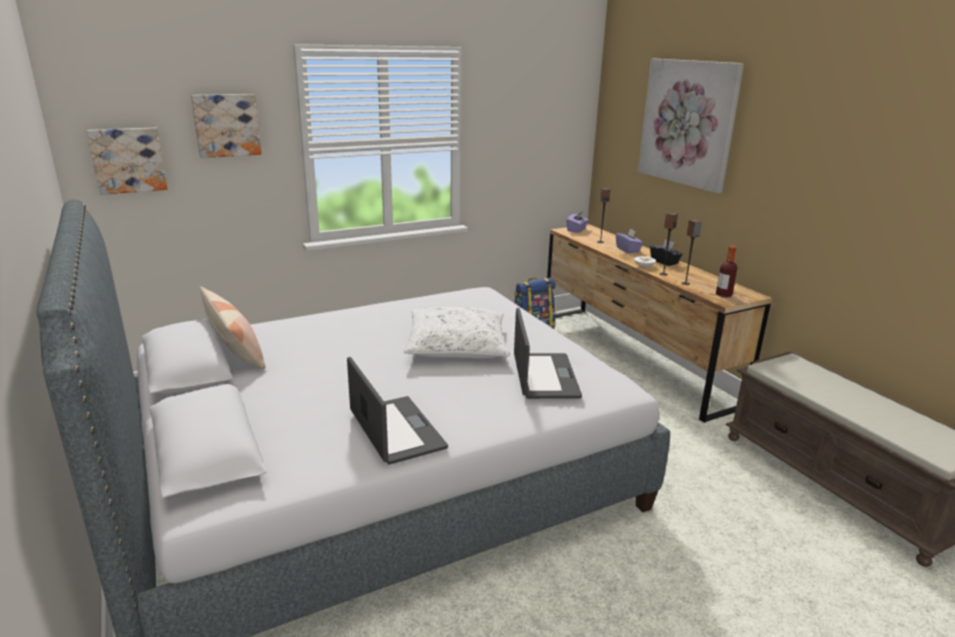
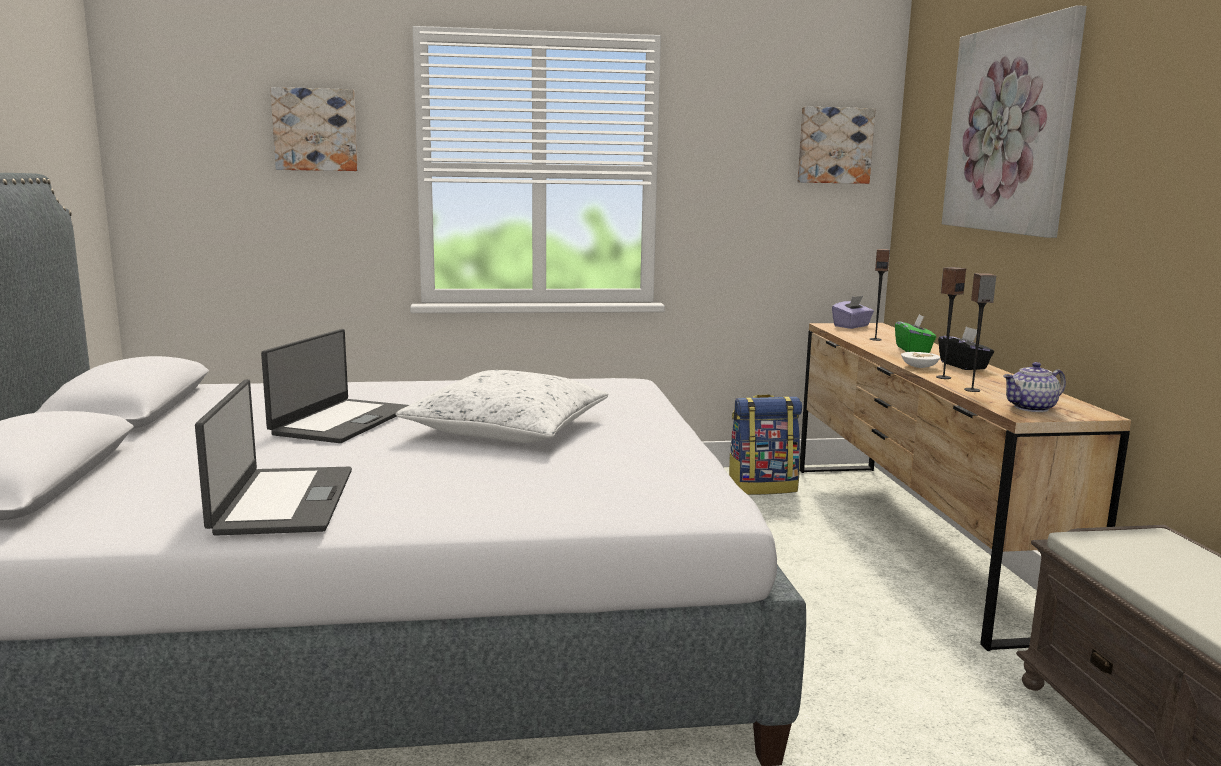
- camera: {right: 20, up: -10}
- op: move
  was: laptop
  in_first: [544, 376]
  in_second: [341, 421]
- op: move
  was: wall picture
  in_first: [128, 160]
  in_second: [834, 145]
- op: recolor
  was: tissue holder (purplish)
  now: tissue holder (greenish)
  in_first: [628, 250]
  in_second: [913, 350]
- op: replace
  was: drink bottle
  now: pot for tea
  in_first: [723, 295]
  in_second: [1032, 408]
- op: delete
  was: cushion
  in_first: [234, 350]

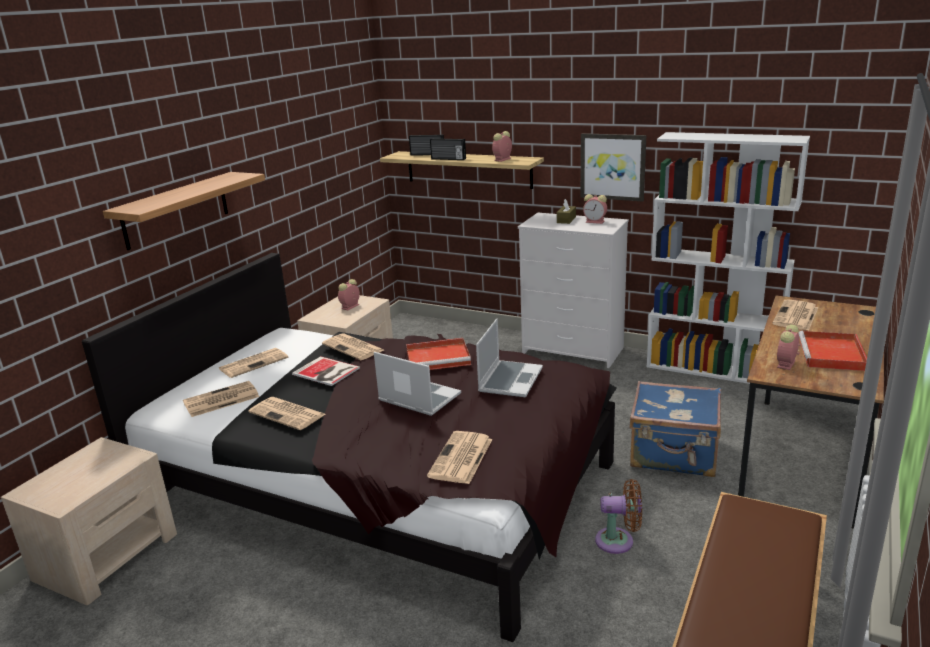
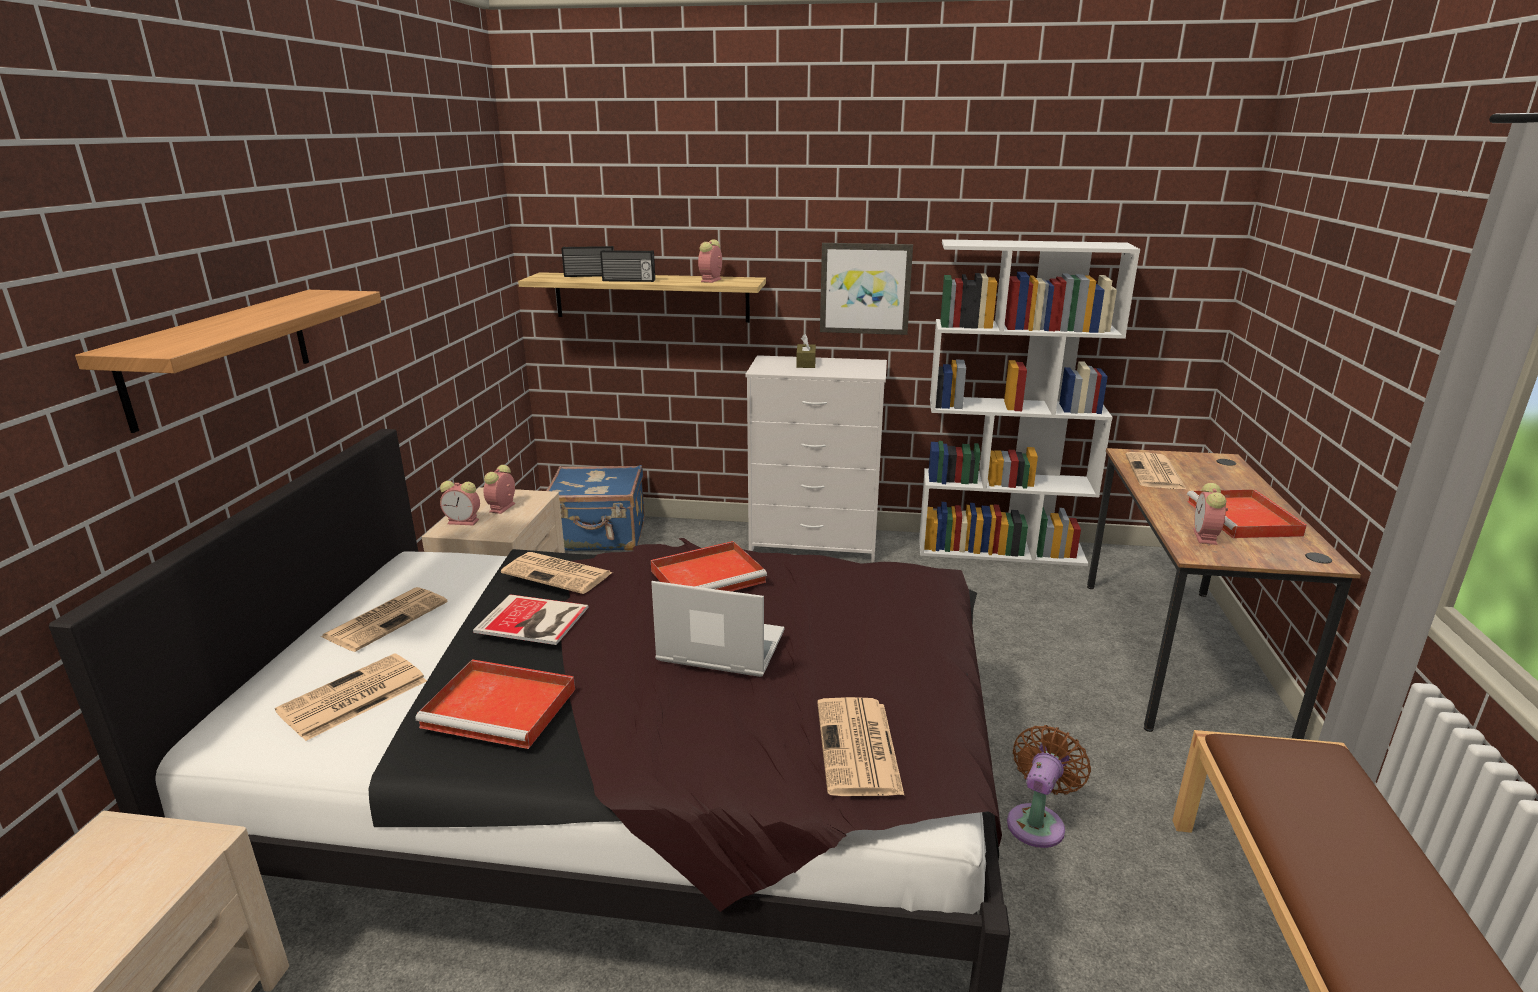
- camera: {right: -20, up: 0}
- op: replace
  was: daily paper
  now: carrying tray (red-coloured)
  in_first: [288, 414]
  in_second: [502, 708]
- op: move
  was: table clock
  in_first: [595, 221]
  in_second: [464, 521]
- op: move
  was: travel case (bluish)
  in_first: [674, 454]
  in_second: [600, 537]
- op: rotate
  was: cooling fan (brownish)
  in_first: [618, 541]
  in_second: [1037, 822]
  clockwise: -45
- op: delete
  was: laptop
  in_first: [510, 380]

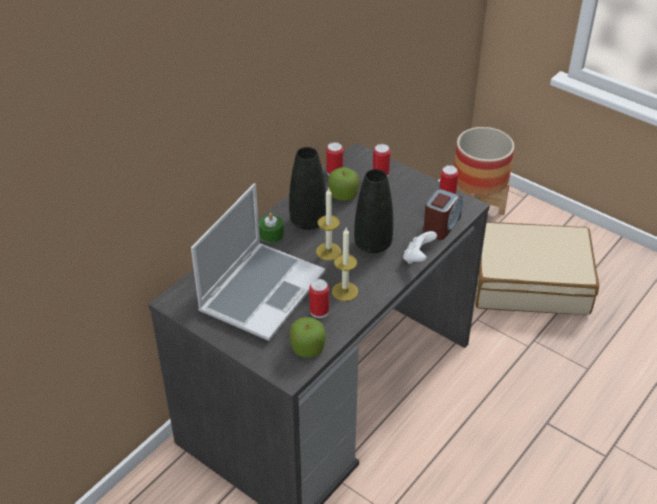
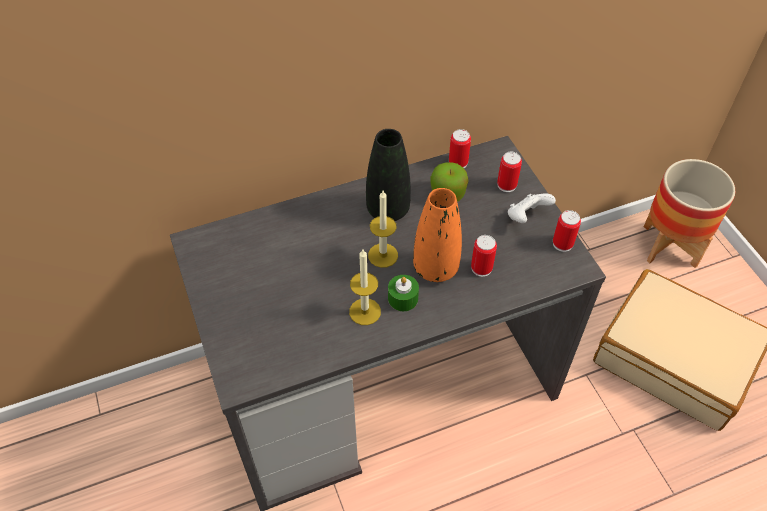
- camera: {right: 30, up: 10}
- op: move
  was: wax light (greenish)
  in_first: [271, 234]
  in_second: [403, 298]
- op: recolor
  was: decorative vase (black)
  now: decorative vase (orange-coloured)
  in_first: [373, 244]
  in_second: [435, 268]
- op: move
  was: sealed can
  in_first: [319, 311]
  in_second: [481, 268]
- op: move
  was: gamepad (white-coloured)
  in_first: [418, 257]
  in_second: [526, 217]
- op: delete
  was: laptop
  in_first: [262, 291]
- op: delete
  was: apple fruit
  in_first: [308, 347]
- op: delete
  was: table clock
  in_first: [441, 225]

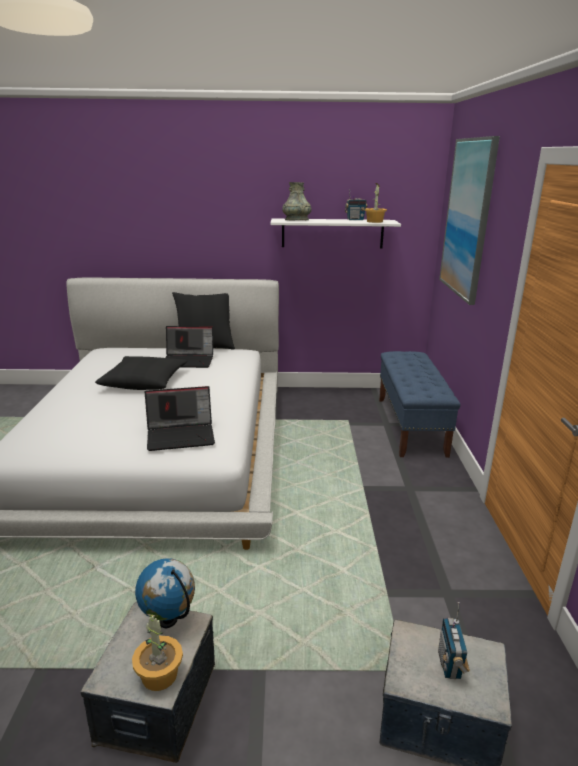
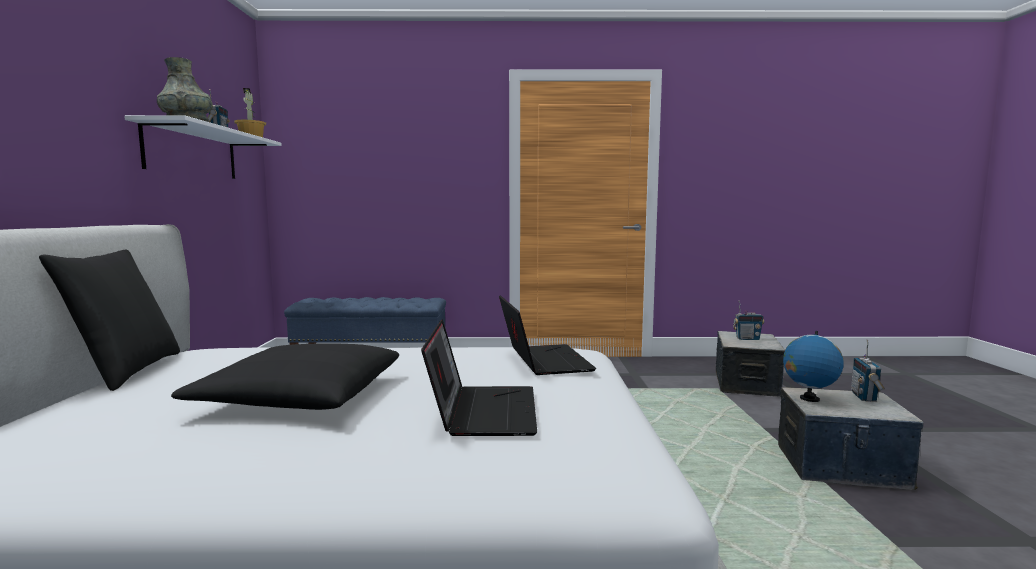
- camera: {right: -90, up: -15}
- op: move
  was: laptop
  in_first: [189, 361]
  in_second: [482, 411]
- op: replace
  was: houseplant
  now: radio
  in_first: [159, 675]
  in_second: [864, 397]
- op: delete
  was: wall picture
  in_first: [467, 218]

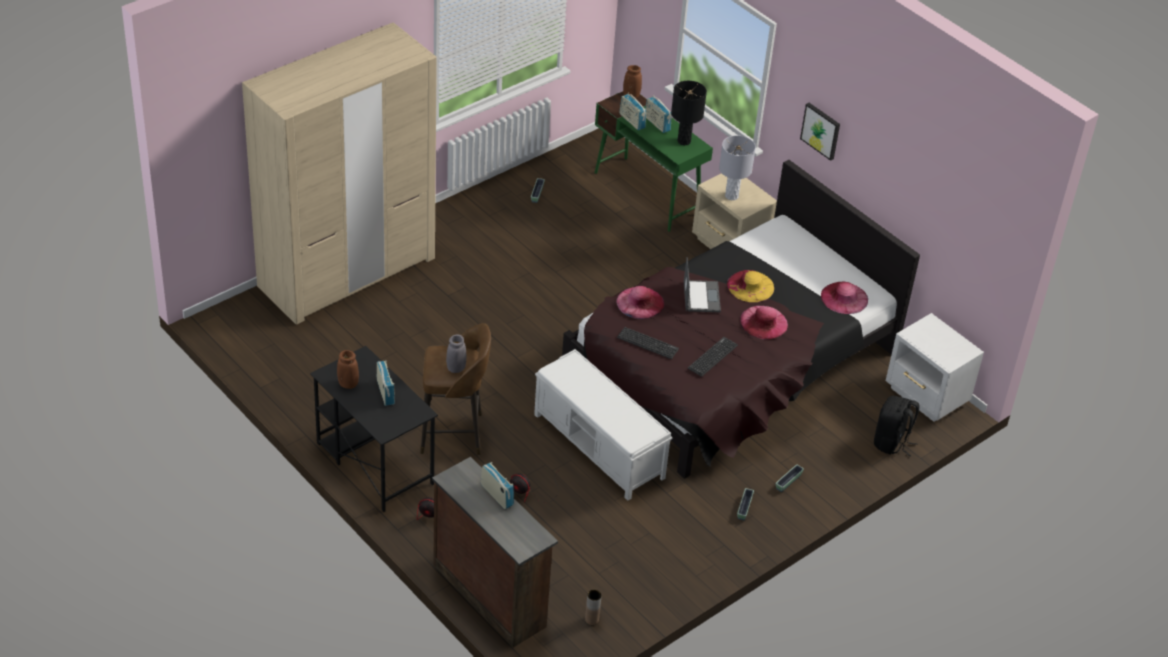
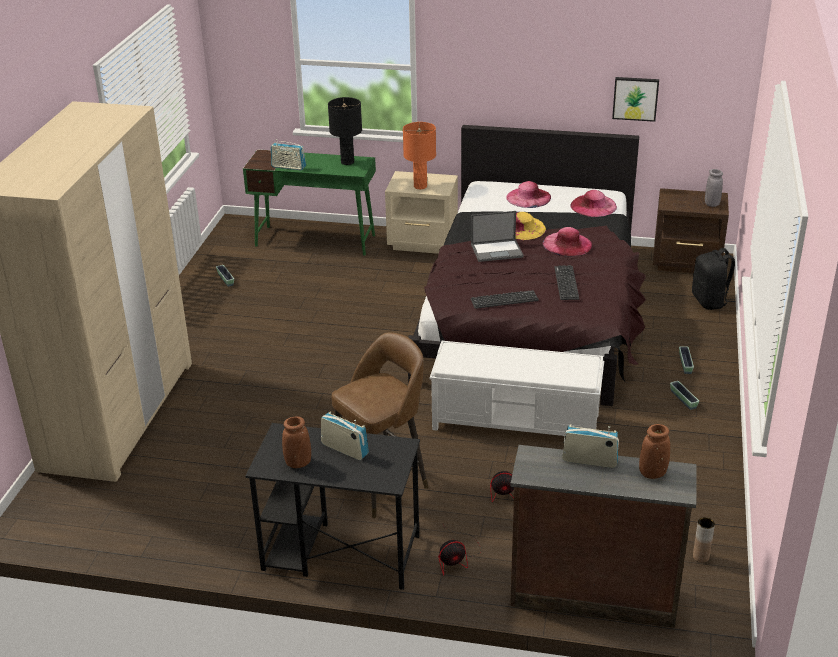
- camera: {right: -35, up: -10}
- op: recolor
  was: table lamp (grey)
  now: table lamp (orange-coloured)
  in_first: [731, 196]
  in_second: [420, 186]
- op: rotate
  was: laptop
  in_first: [701, 296]
  in_second: [497, 250]
  clockwise: 120
- op: move
  was: clothing hat (pinkish)
  in_first: [640, 302]
  in_second: [528, 197]
- op: move
  was: wall picture
  in_first: [821, 130]
  in_second: [635, 98]
- op: move
  was: decorative vase (brownish)
  in_first: [631, 95]
  in_second: [652, 473]
- op: recolor
  was: night table (white-coloured)
  now: night table (brownish)
  in_first: [926, 396]
  in_second: [687, 263]
- op: move
  was: decorative vase (grey)
  in_first: [456, 368]
  in_second: [712, 204]
- op: delete
  was: radio
  in_first: [657, 124]

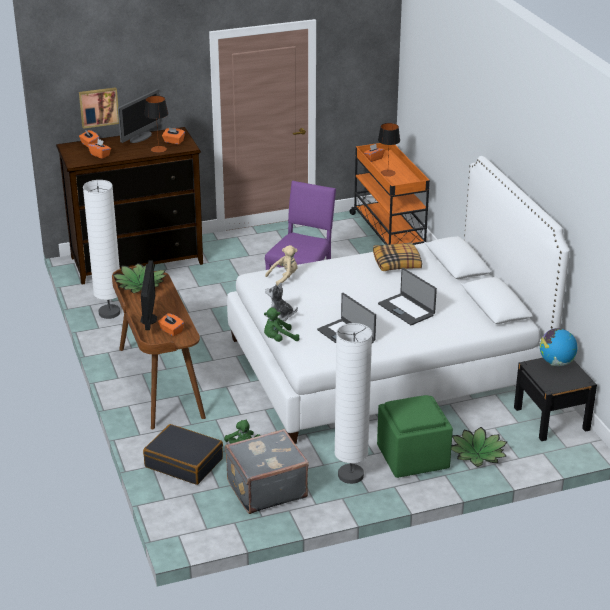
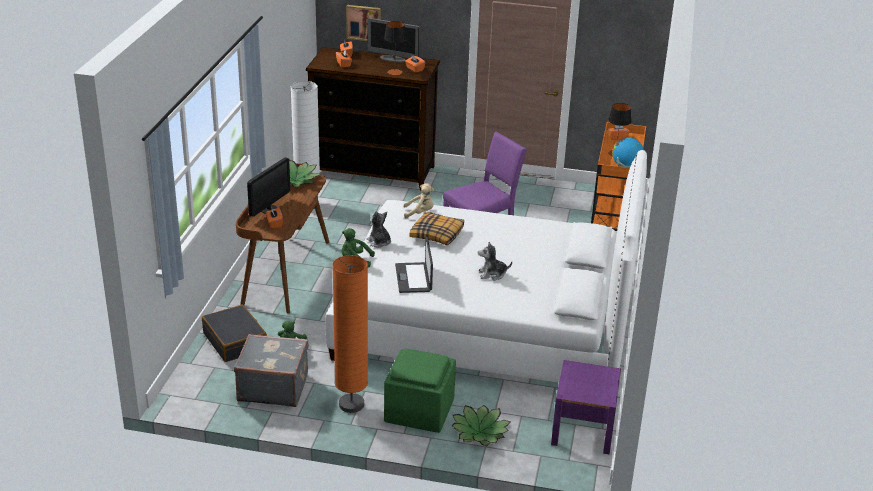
- camera: {right: 30, up: 0}
- op: recolor
  was: standing lamp (white-coloured)
  now: standing lamp (orange-coloured)
  in_first: [350, 475]
  in_second: [351, 404]
- op: rotate
  was: monitor
  in_first: [141, 137]
  in_second: [393, 59]
  clockwise: 45
- op: move
  was: cushion
  in_first: [397, 263]
  in_second: [437, 234]
- op: replace
  was: laptop
  now: cuddly toy
  in_first: [406, 309]
  in_second: [492, 274]
- op: recolor
  was: night table (black)
  now: night table (purplish)
  in_first: [551, 419]
  in_second: [583, 429]
- op: move
  was: world globe
  in_first: [556, 363]
  in_second: [626, 167]

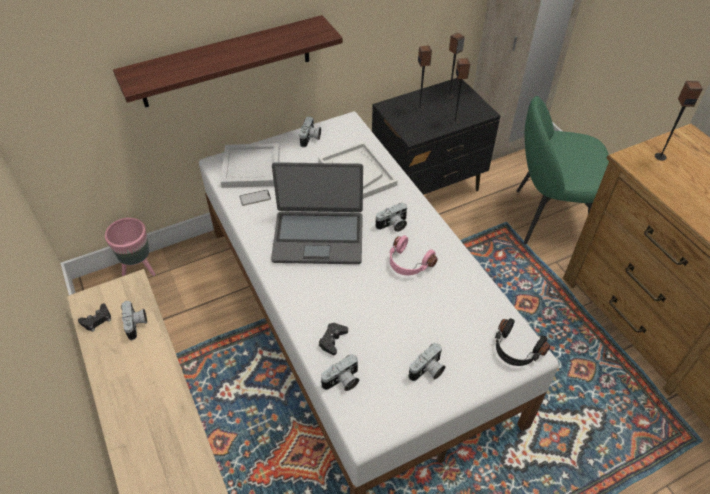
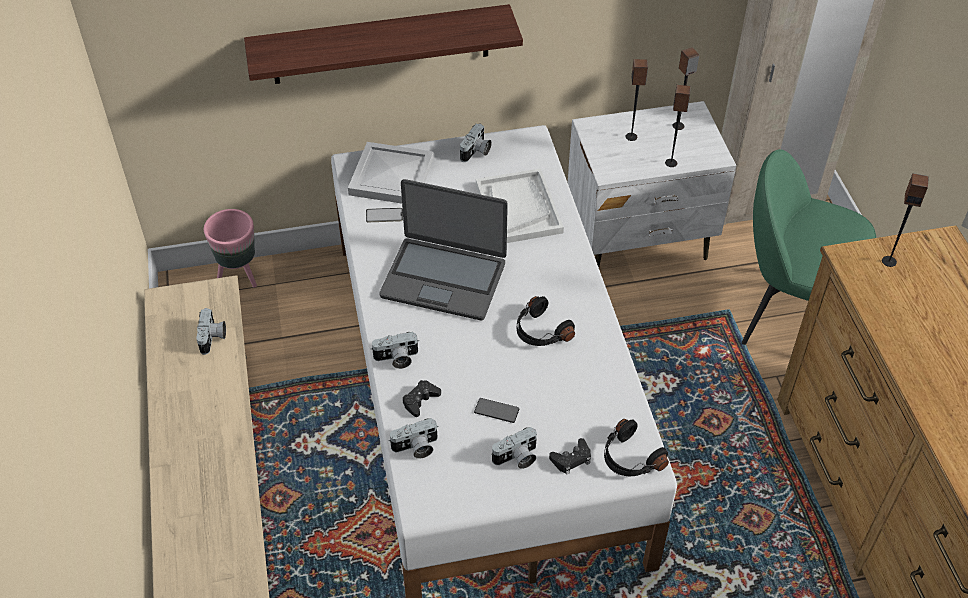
- camera: {right: 15, up: 0}
- op: move
  was: photo camera
  in_first: [393, 225]
  in_second: [396, 359]
- op: insert
  now: phone
  in_second: [496, 411]
- op: recolor
  was: headset (pinkish)
  now: headset (black)
  in_first: [408, 263]
  in_second: [540, 332]
- op: move
  was: gamepad (black)
  in_first: [97, 320]
  in_second: [571, 459]
- op: recolor
  was: night table (black)
  now: night table (white-coloured)
  in_first: [428, 185]
  in_second: [640, 239]

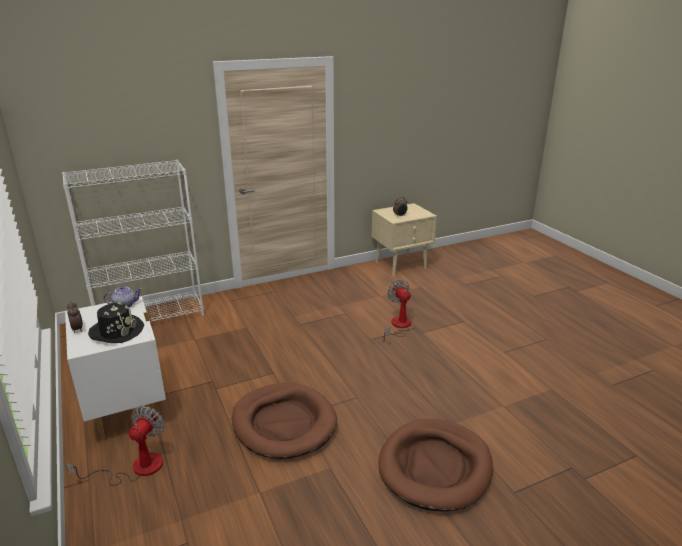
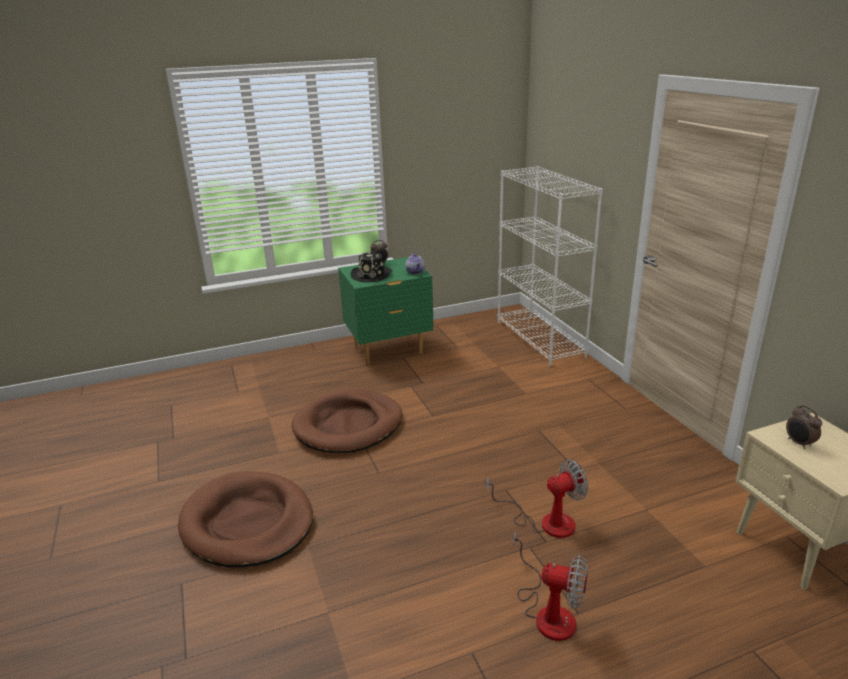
- camera: {right: 95, up: 0}
- op: recolor
  was: night table (white-coloured)
  now: night table (greenish)
  in_first: [126, 409]
  in_second: [389, 350]
- op: move
  was: cooling fan
  in_first: [136, 468]
  in_second: [548, 611]

